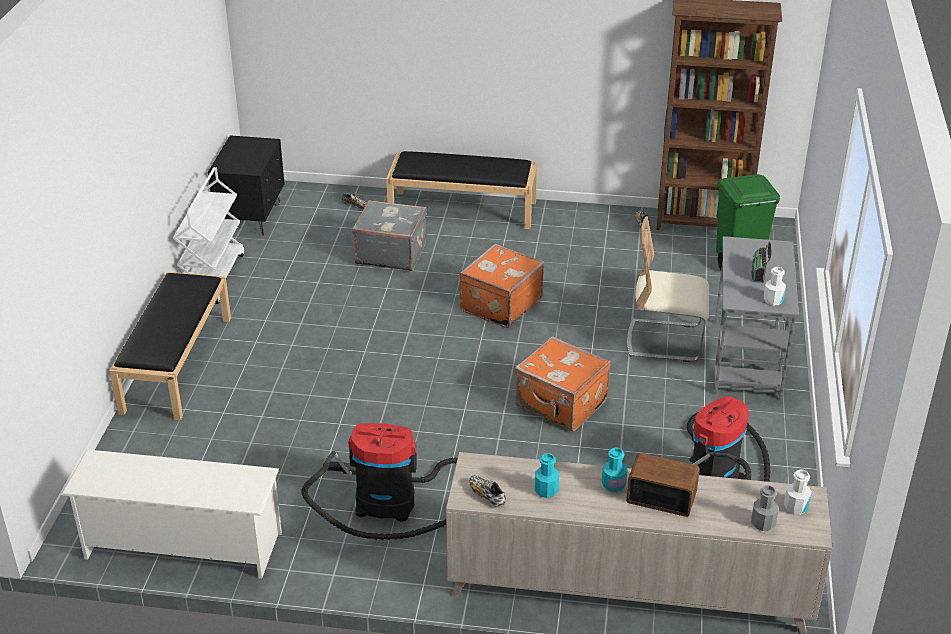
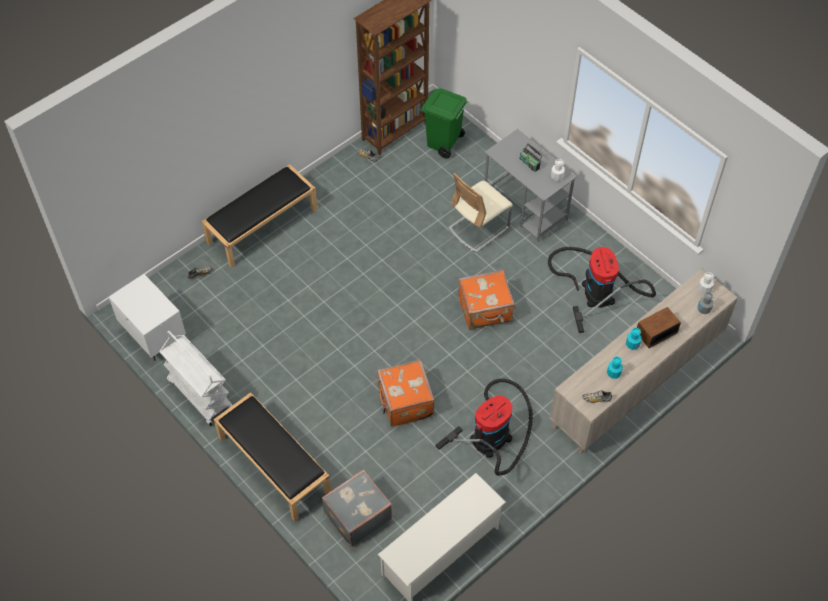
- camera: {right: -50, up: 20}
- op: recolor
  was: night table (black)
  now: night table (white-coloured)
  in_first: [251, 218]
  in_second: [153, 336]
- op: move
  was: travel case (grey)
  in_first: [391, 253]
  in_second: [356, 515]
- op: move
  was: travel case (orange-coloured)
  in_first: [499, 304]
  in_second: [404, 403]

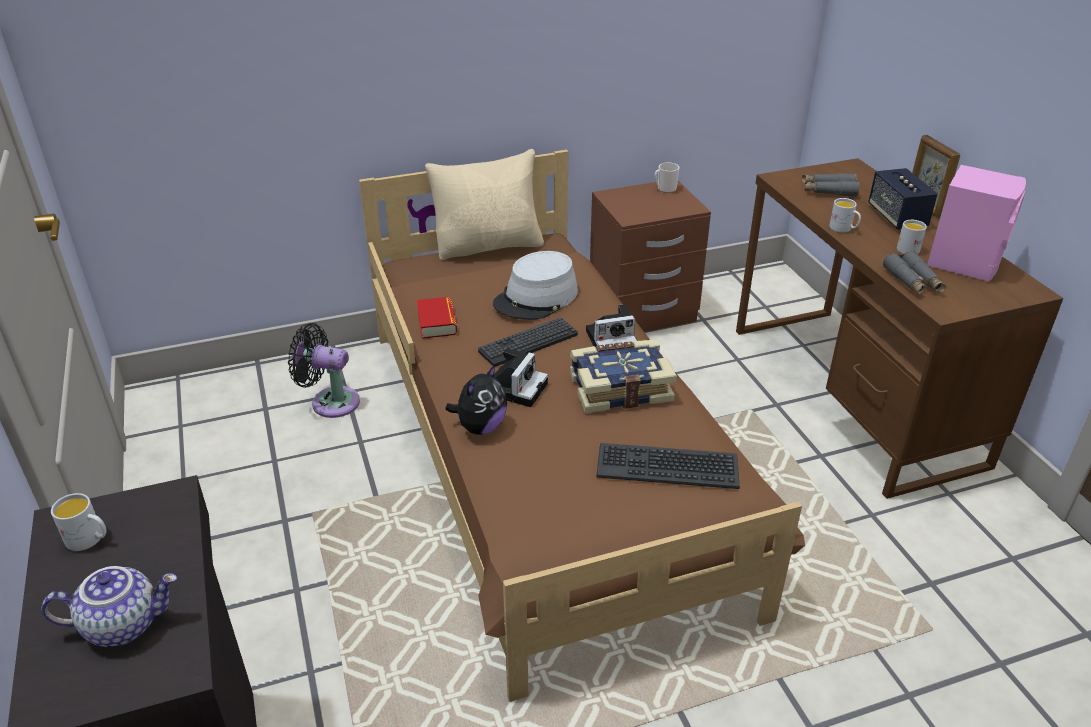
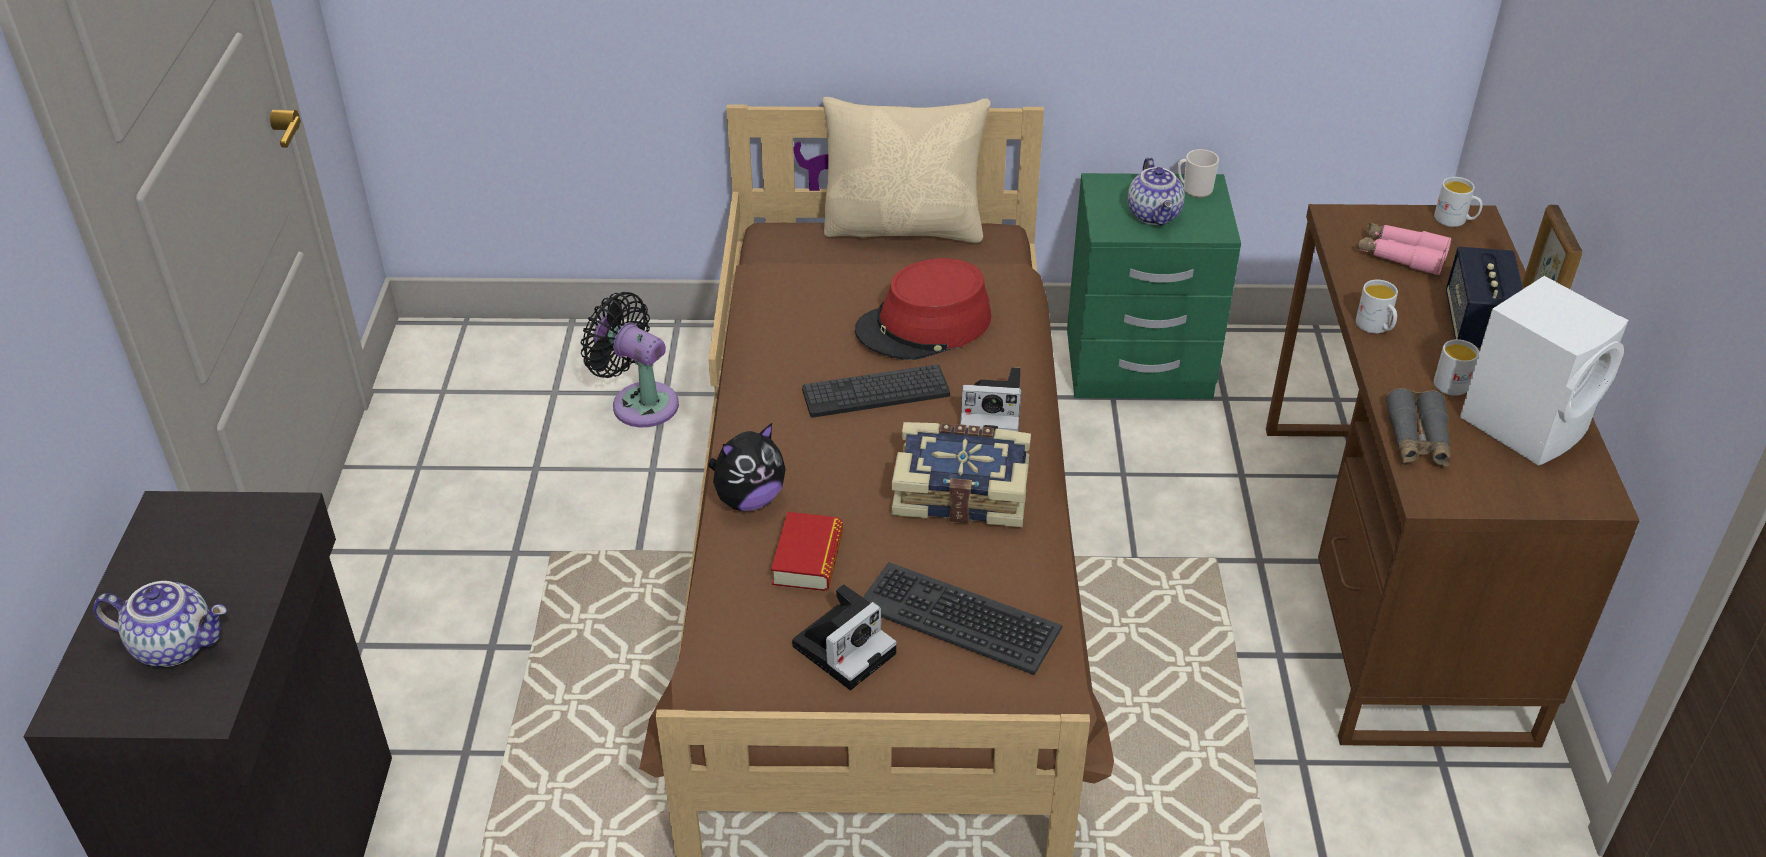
- camera: {right: 20, up: 5}
- op: move
  was: bound book
  in_first: [437, 322]
  in_second: [808, 558]
- op: move
  was: photo camera
  in_first: [516, 387]
  in_second: [845, 647]
- op: recolor
  was: clothing hat (grey)
  now: clothing hat (red-coloured)
  in_first: [536, 298]
  in_second: [924, 326]
- op: recolor
  was: night table (brownish)
  now: night table (greenish)
  in_first: [642, 312]
  in_second: [1138, 365]
- op: insert
  now: pot for tea
  in_second: [1155, 215]
- op: recolor
  was: pair of binoculars (grey)
  now: pair of binoculars (pinkish)
  in_first: [828, 191]
  in_second: [1401, 256]
- op: move
  was: tea mug (white-coloured)
  in_first: [90, 539]
  in_second: [1455, 220]
- op: recolor
  was: audio speaker (pinkish)
  now: audio speaker (white-coloured)
  in_first: [964, 261]
  in_second: [1527, 423]

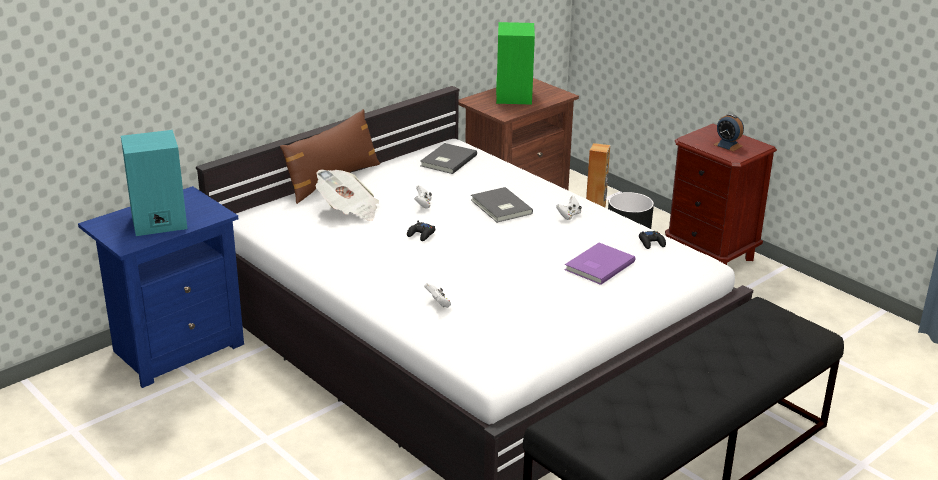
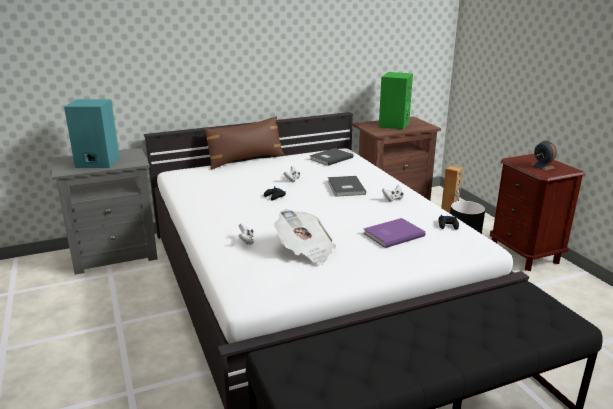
- camera: {right: 20, up: -5}
- op: recolor
  was: night table (bluish)
  now: night table (grey)
  in_first: [175, 348]
  in_second: [115, 254]
- op: move
  was: daily paper
  in_first: [349, 210]
  in_second: [305, 251]

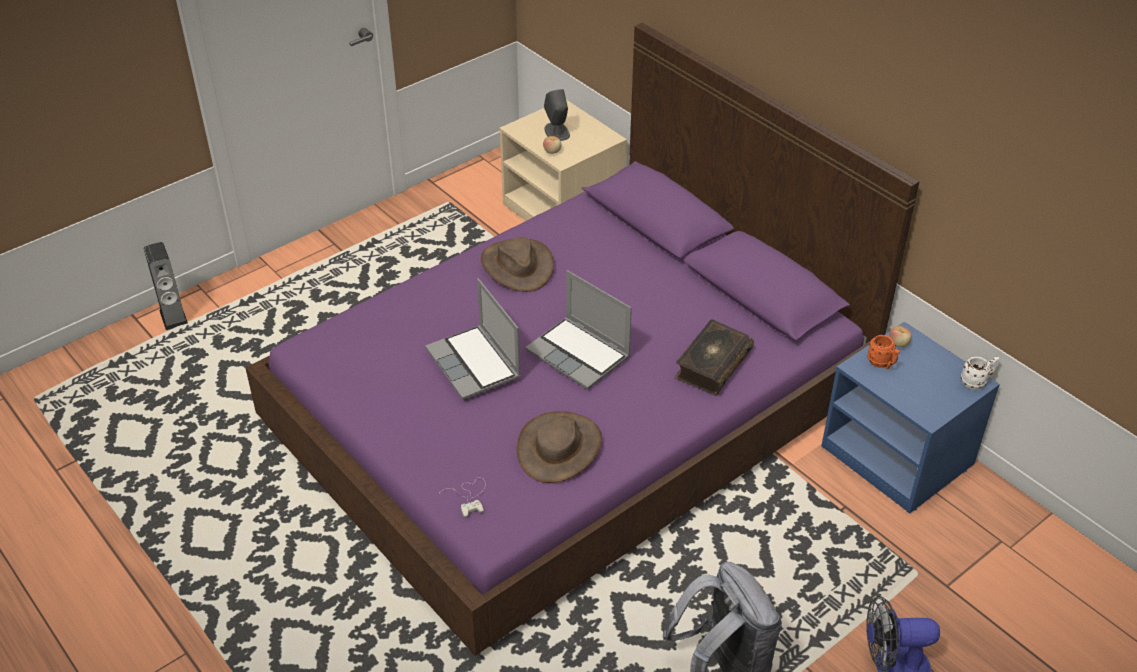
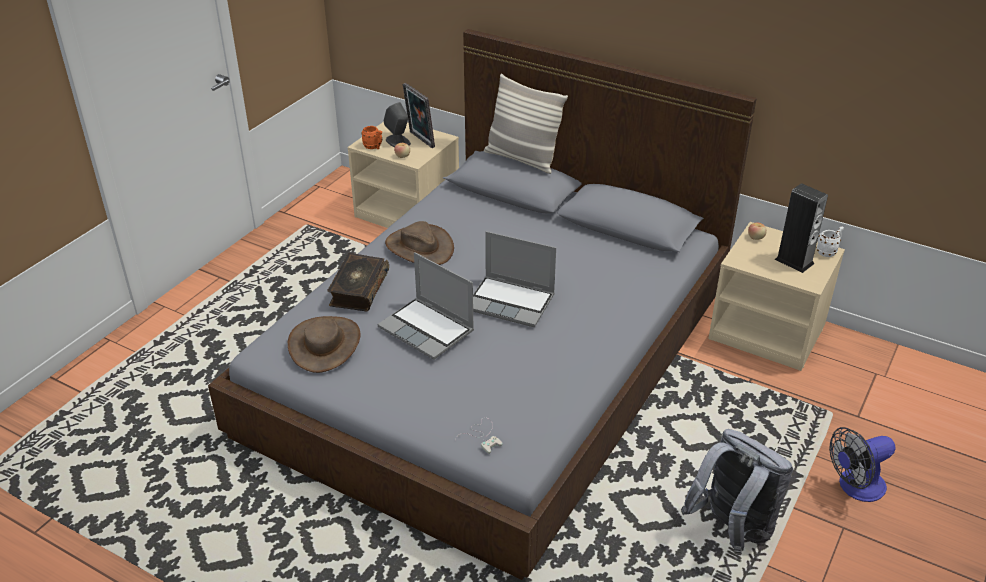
- camera: {right: -20, up: -5}
- op: recolor
  was: bed (purplish)
  now: bed (grey)
  in_first: [570, 406]
  in_second: [494, 357]
- op: move
  was: clothing hat (brownish)
  in_first: [559, 448]
  in_second: [325, 344]
- op: move
  was: bound book
  in_first: [712, 365]
  in_second: [358, 289]
- op: move
  was: tea mug (orange-coloured)
  in_first: [882, 364]
  in_second: [374, 147]
- op: insert
  now: picture frame
  in_second: [420, 140]
- op: insert
  now: cushion
  in_second: [522, 159]
- op: recolor
  was: night table (bluish)
  now: night table (beige)
  in_first: [899, 456]
  in_second: [768, 332]
- op: move
  was: audio speaker
  in_first: [173, 317]
  in_second: [794, 261]

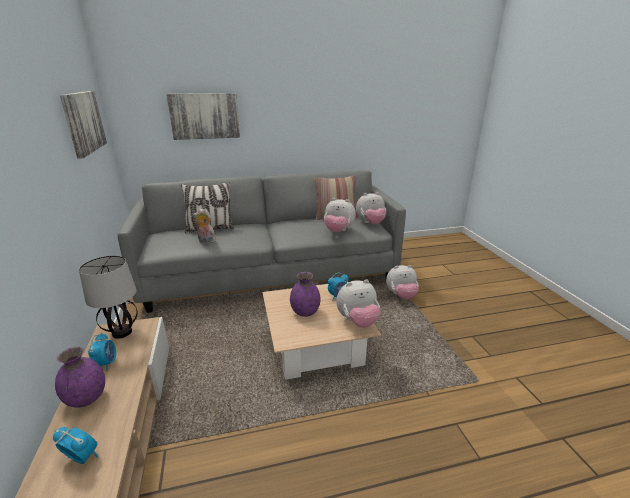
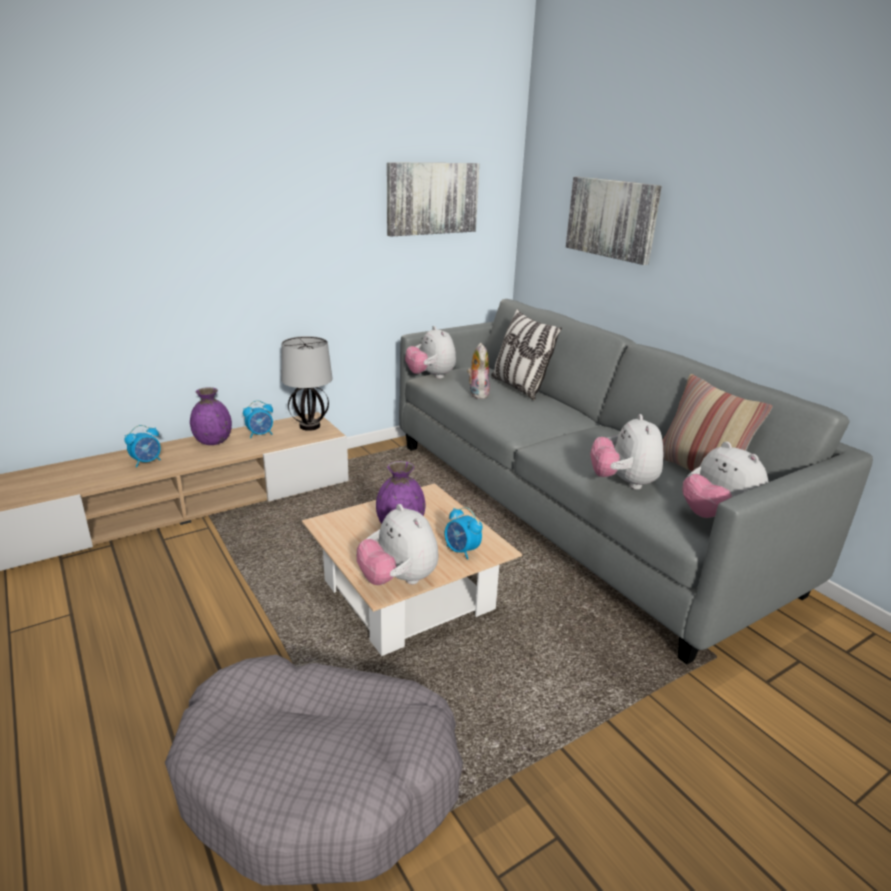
- camera: {right: 70, up: 0}
- op: rotate
  was: table clock
  in_first: [82, 457]
  in_second: [147, 462]
  clockwise: 45
- op: insert
  now: dog cushion (grey)
  in_second: [320, 780]
- op: move
  was: cuddly toy
  in_first: [401, 296]
  in_second: [431, 376]

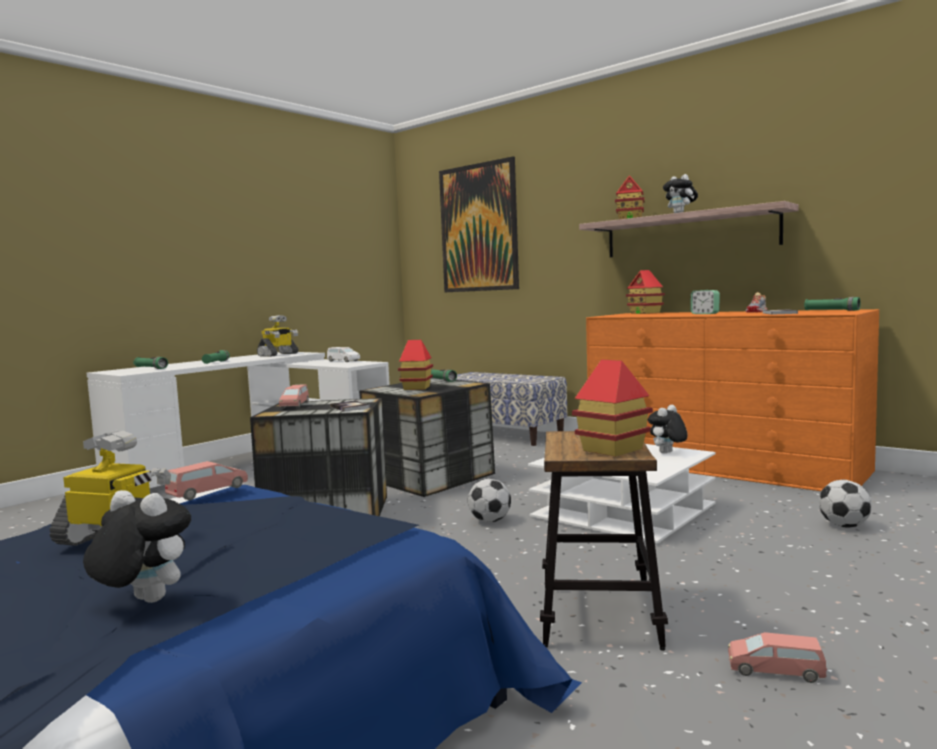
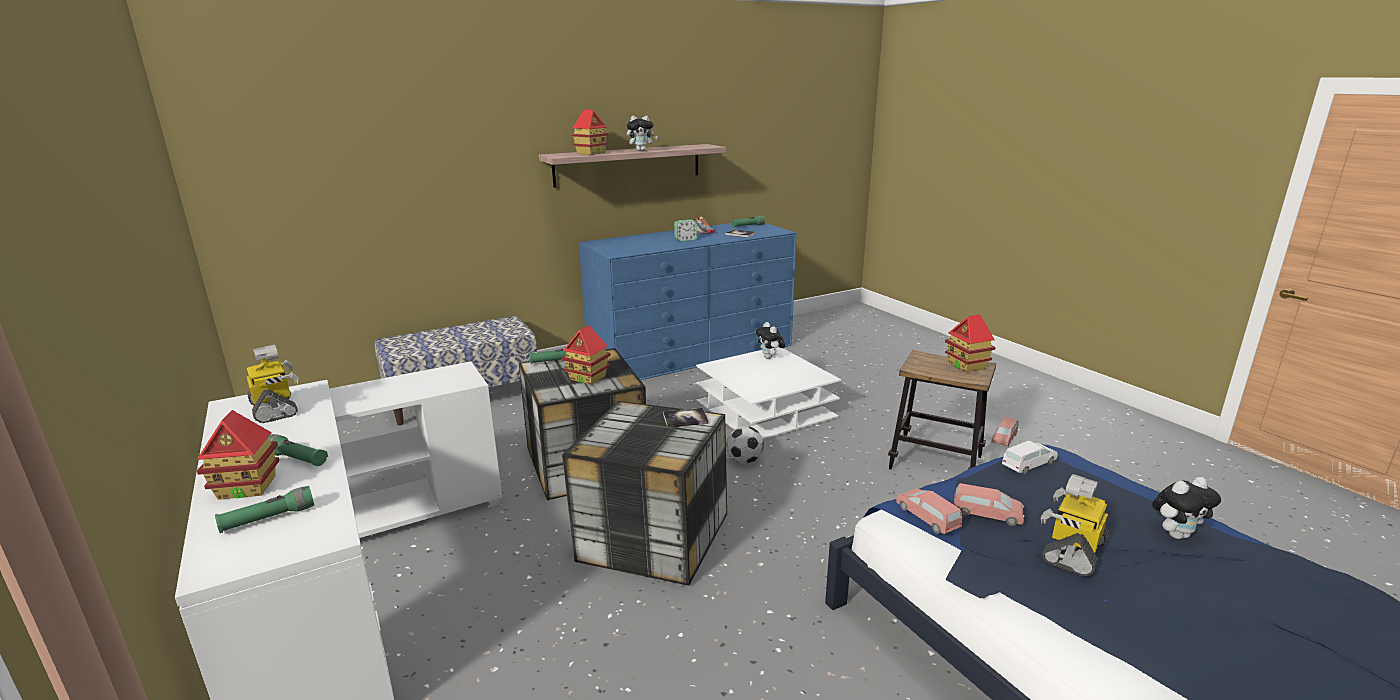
- camera: {right: -70, up: 15}
- op: move
  was: model house
  in_first: [645, 313]
  in_second: [247, 487]
- op: recolor
  was: dresser (orange-coloured)
  now: dresser (bluish)
  in_first: [722, 465]
  in_second: [692, 352]
- op: move
  was: toy car (pinkish)
  in_first: [295, 405]
  in_second: [986, 514]
- op: move
  was: toy car (white-coloured)
  in_first: [343, 361]
  in_second: [1028, 464]
- op: rotate
  was: cuddly toy
  in_first: [143, 601]
  in_second: [1176, 534]
  clockwise: -150
- op: delete
  was: wall picture
  in_first: [478, 228]
- op: delete
  was: ball for football
  in_first: [844, 526]

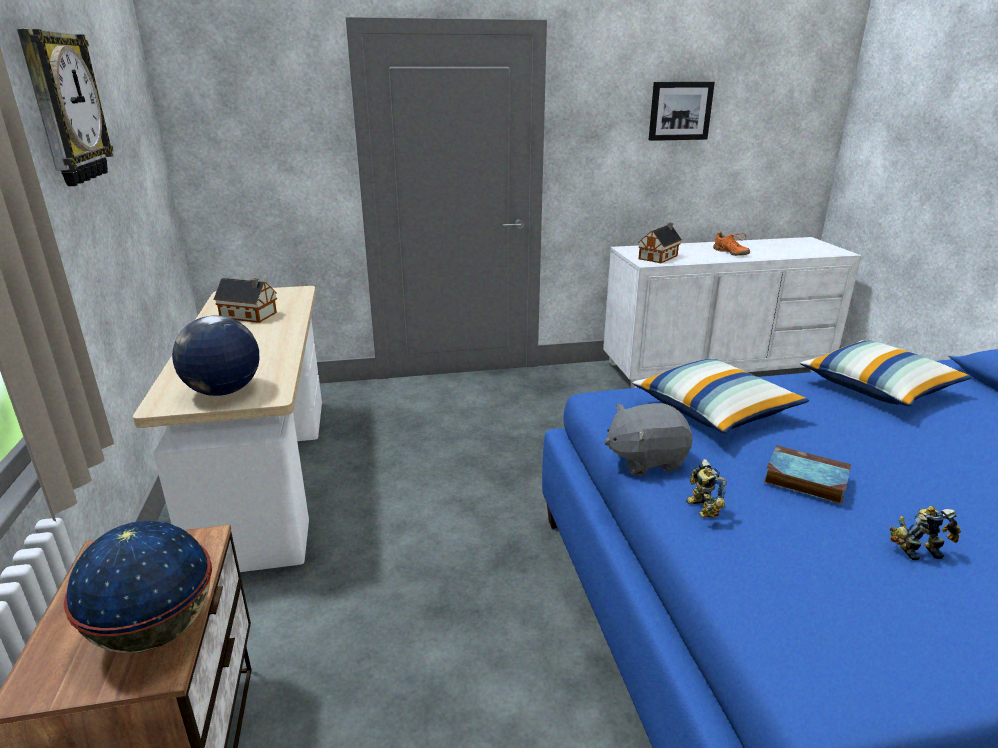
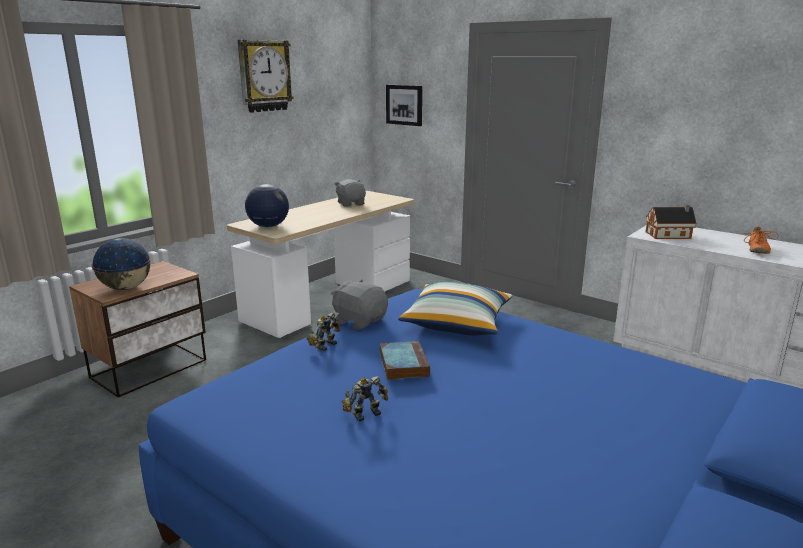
- camera: {right: 50, up: -5}
- op: replace
  was: model house
  now: cuddly toy (grey)
  in_first: [250, 315]
  in_second: [351, 203]
- op: rotate
  was: robot figure
  in_first: [917, 550]
  in_second: [364, 413]
  clockwise: -75
- op: move
  was: wall picture
  in_first: [680, 111]
  in_second: [404, 105]
- op: delete
  was: cushion
  in_first: [878, 389]

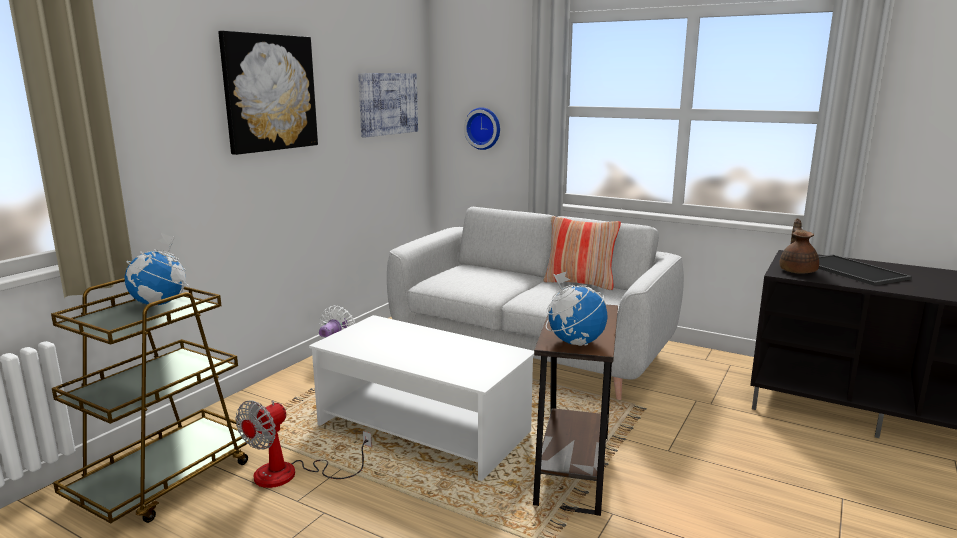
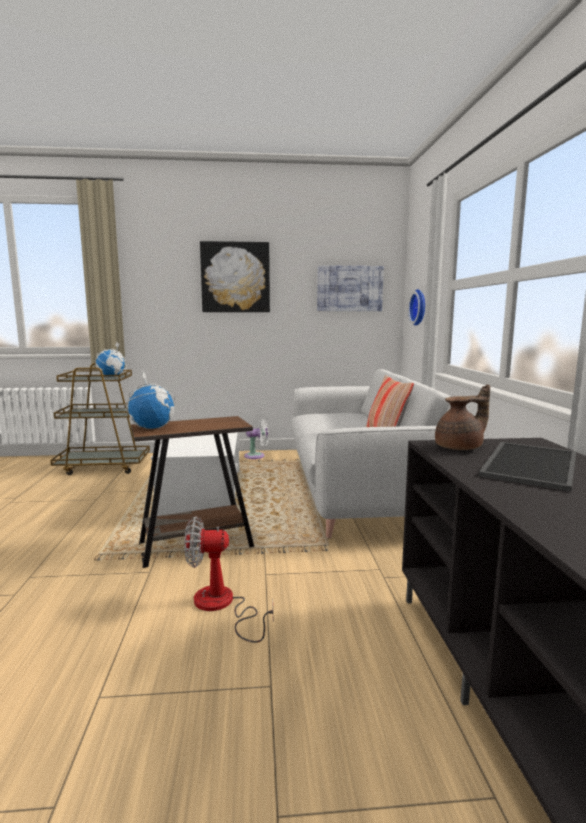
- camera: {right: 55, up: -5}
- op: move
  was: cooling fan
  in_first: [291, 474]
  in_second: [222, 606]

